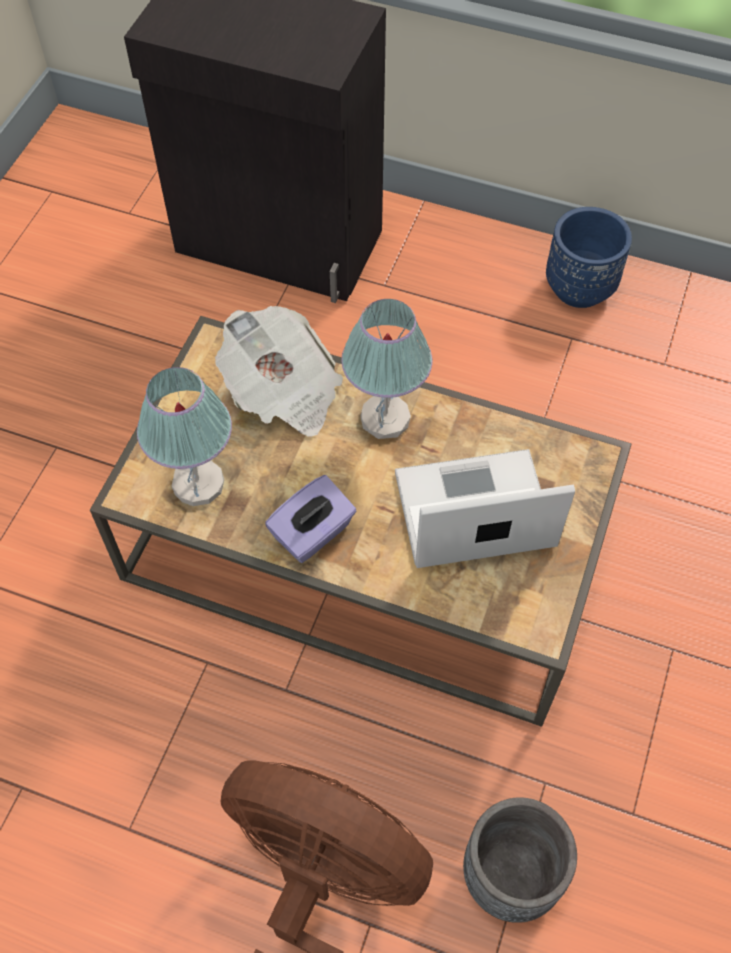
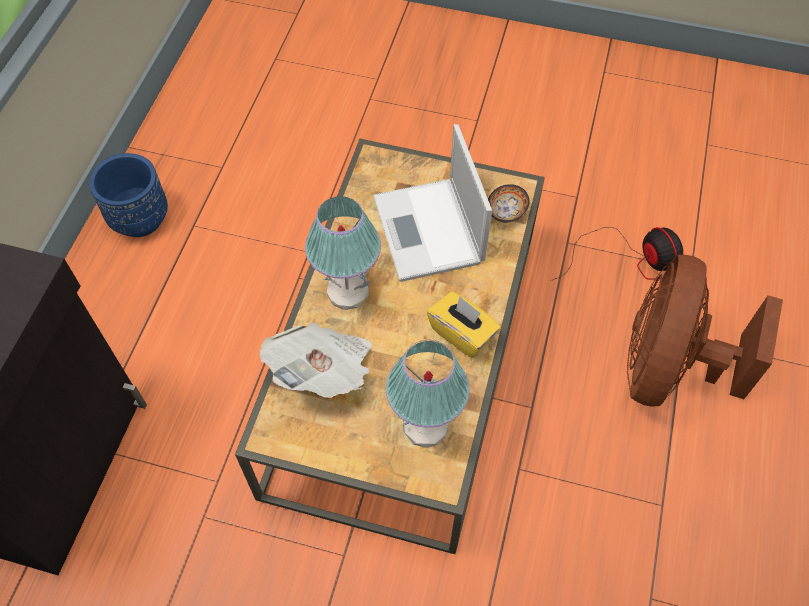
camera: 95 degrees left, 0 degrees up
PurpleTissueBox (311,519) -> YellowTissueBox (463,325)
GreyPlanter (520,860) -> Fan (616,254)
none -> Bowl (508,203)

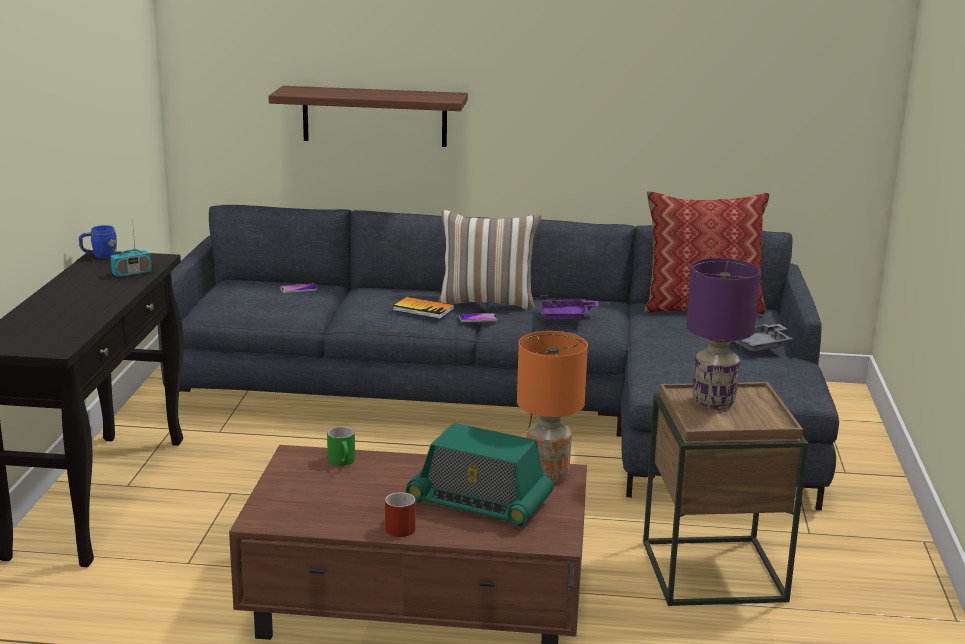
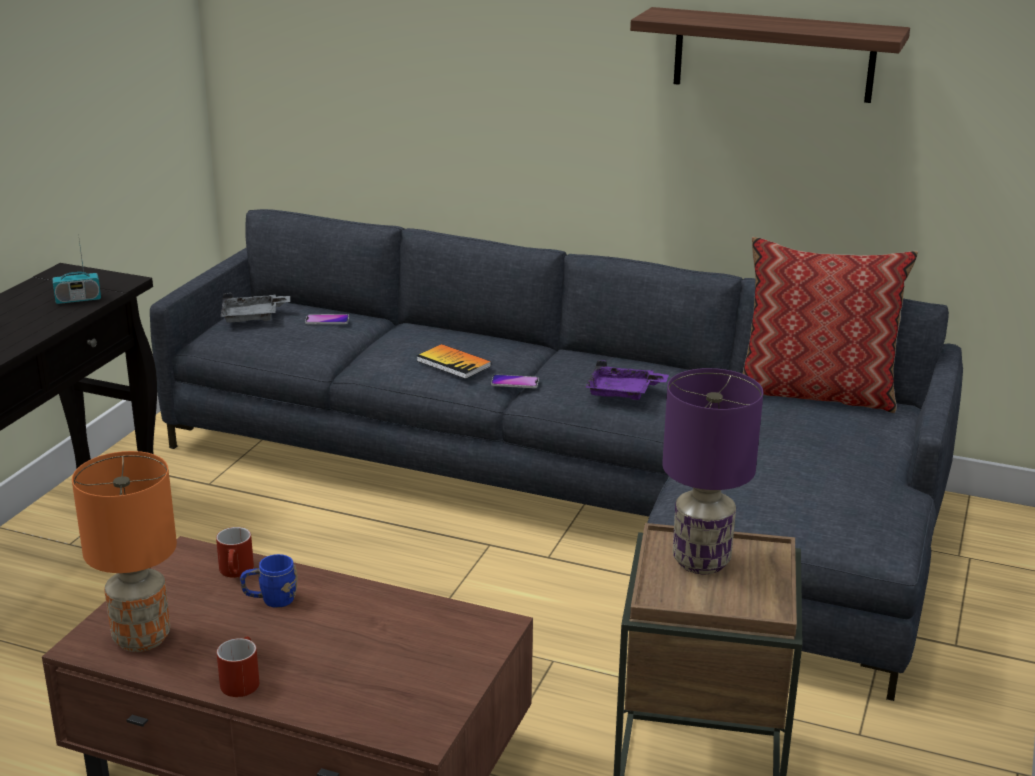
camera: 15 degrees right, 5 degrees up
Shelf (368,116) -> Shelf (770,55), moved
Pillow (490,260) -> none
BlueMug (98,242) -> BlueMug (268,581), moved
GreyTray (763,337) -> GreyTray (255,307), moved
OrangeTableLamp (552,407) -> OrangeTableLamp (124,551), moved
Radio (479,475) -> none
GreenMug (341,446) -> RedMug (235,552)

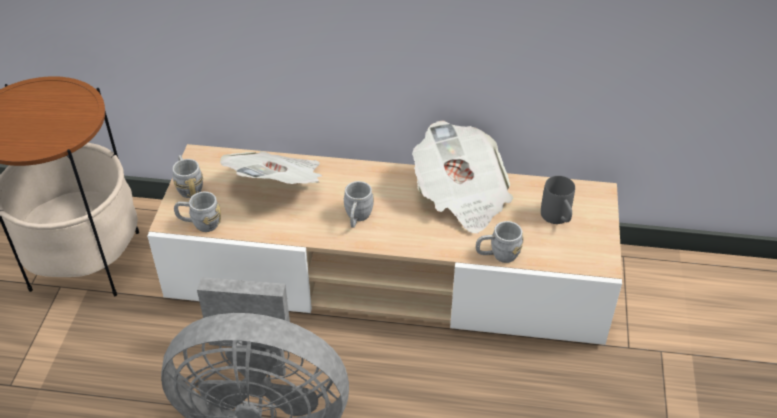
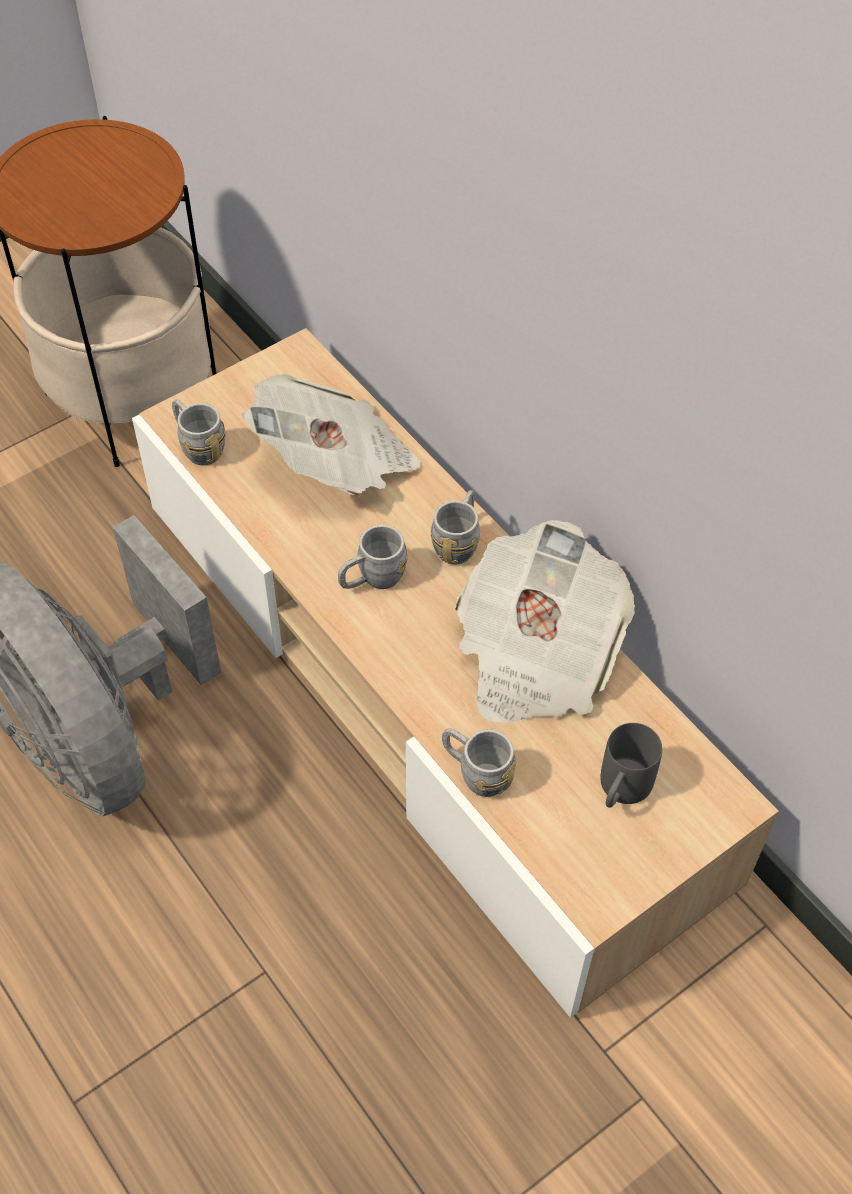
camera: 45 degrees right, 10 degrees up
GreyMug (187,176) -> GreyMug (455,527), moved

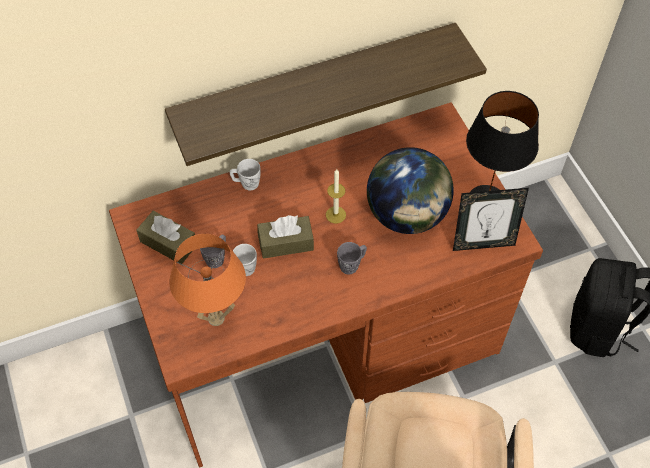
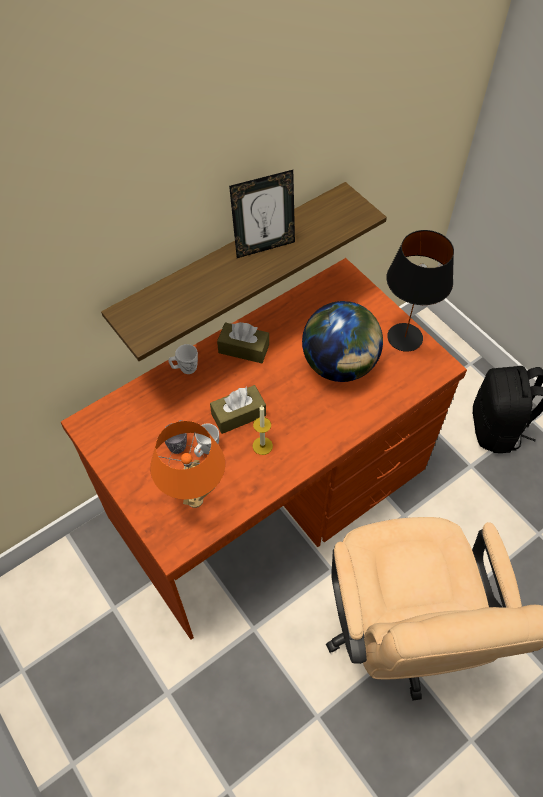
camera: 15 degrees left, 0 degrees up
Candle (336,196) -> Candle (263,430), moved
PictureFrame (491,219) -> PictureFrame (262,214), moved
BrownTissueBox (165,237) -> BrownTissueBox (243,342), moved
GreyMug (352,258) -> none

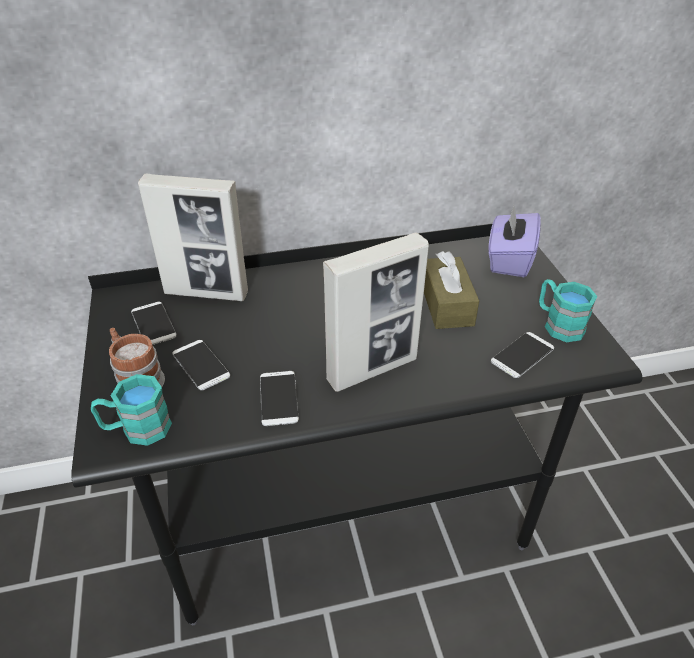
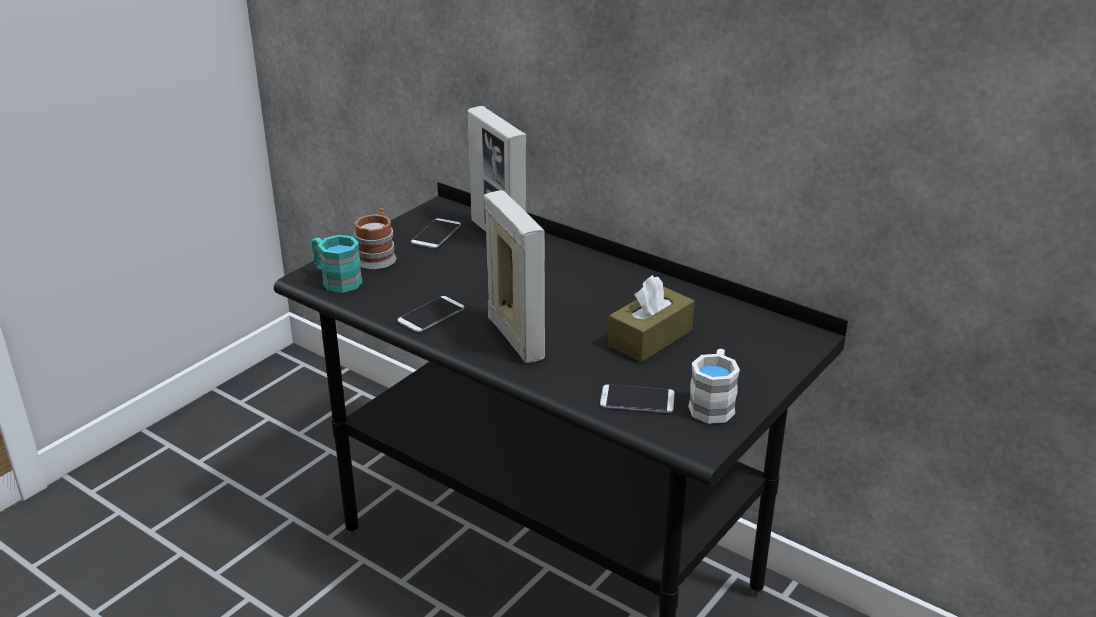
camera: 50 degrees right, 10 degrees down
PurpleTissueBox (514,241) -> none
PictureFrame (376,312) -> PictureFrame (514,276), 135 degrees counterclockwise
TurquoiseMug (568,310) -> WhiteMug (714,386)
Phone (201,365) -> none

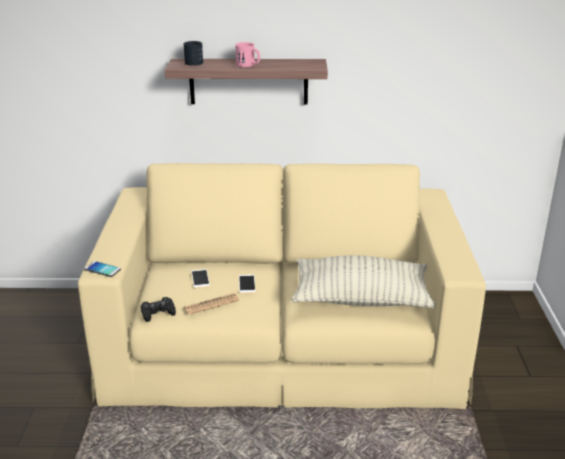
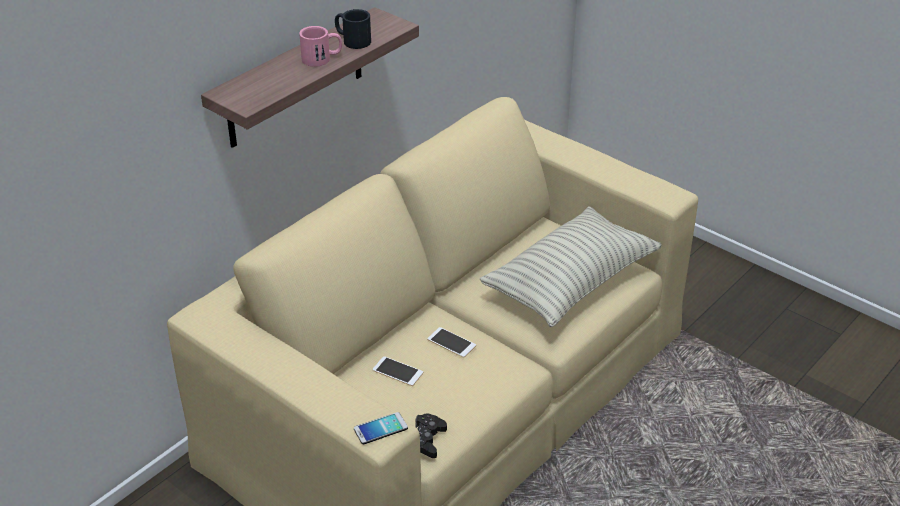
camera: 50 degrees left, 10 degrees up
BlackMug (193,53) -> BlackMug (353,29), moved
Newspaper (211,304) -> none

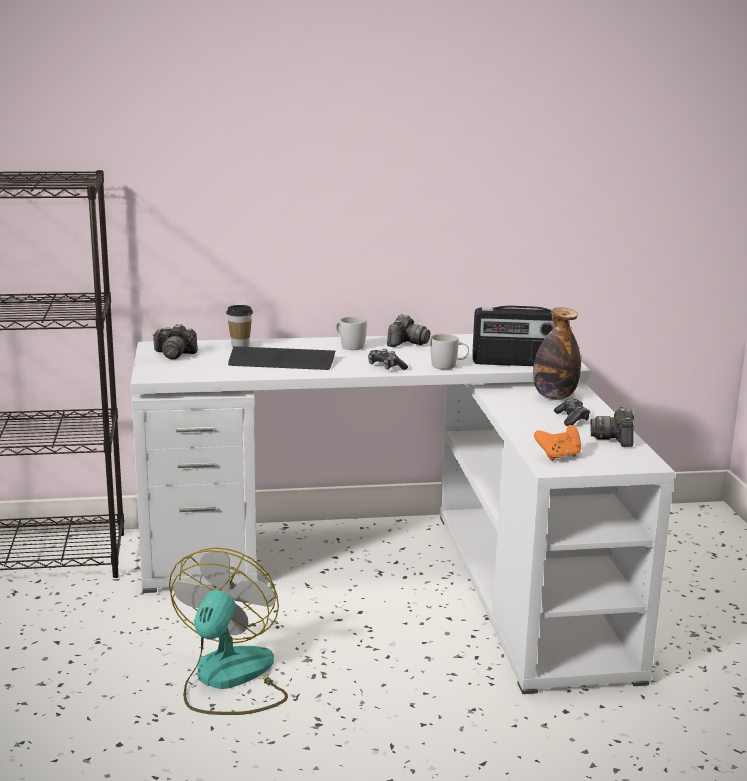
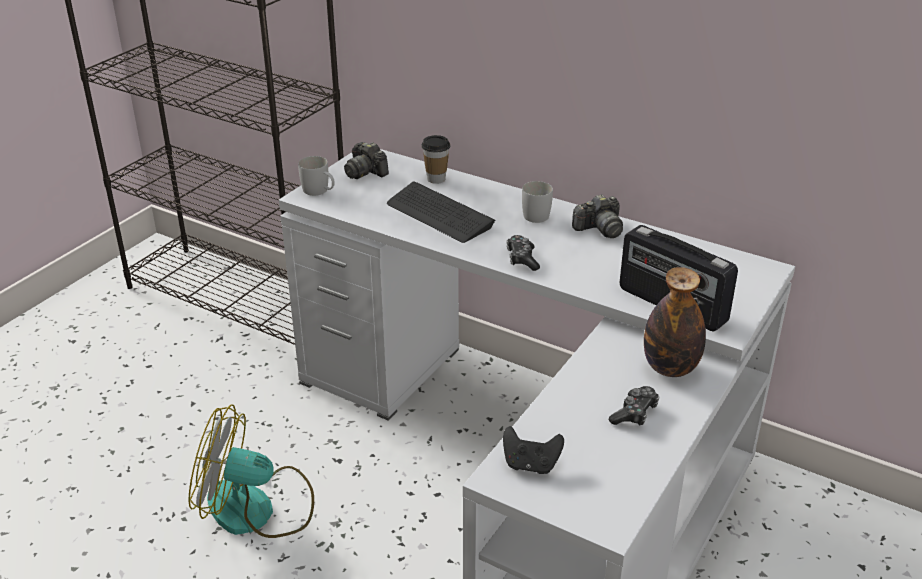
camera: 40 degrees right, 15 degrees up
WhiteMug (449,351) -> WhiteMug (316,176), moved
PhotoCamera (612,427) -> none
OrangeGameController (557,443) -> BlackGameController (533,450)
Fan (228,631) -> Fan (251,471), 135 degrees counterclockwise

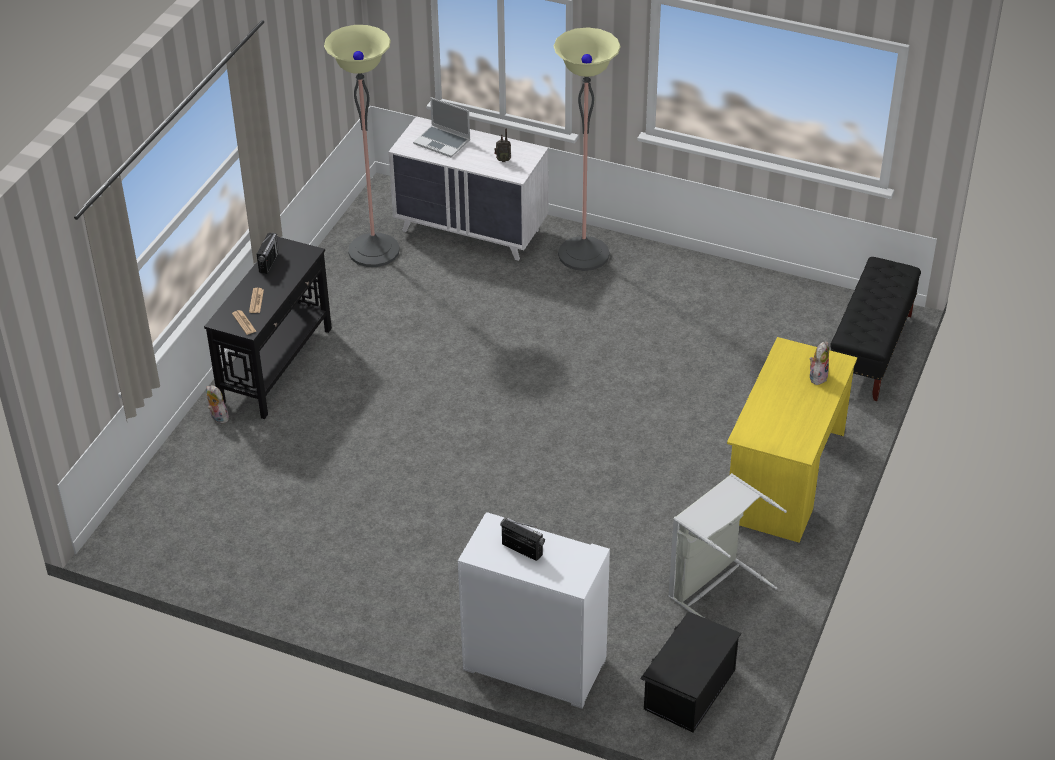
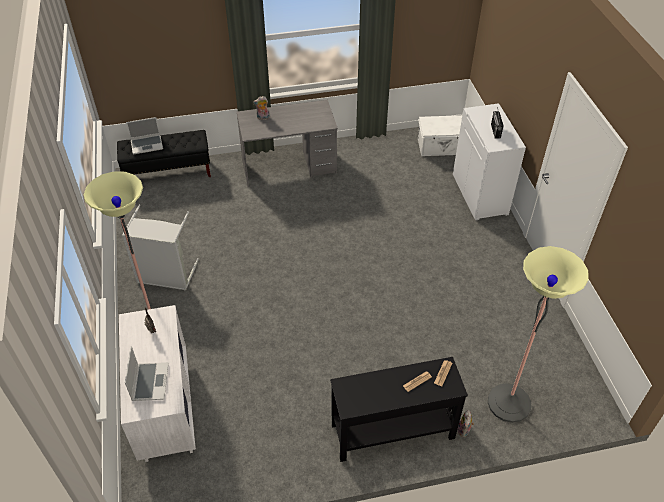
camera: 125 degrees left, 5 degrees up
FloorLamp (362,146) -> FloorLamp (538,334), moved
Radio (268,253) -> none
YellowDesk (792,439) -> GreyDesk (287,143)
GreyLaundryBasket (727,545) -> GreyLaundryBasket (160,248), moved
BlackStorageBox (690,672) -> WhiteStorageBox (440,135)
none -> Laptop (144,135)

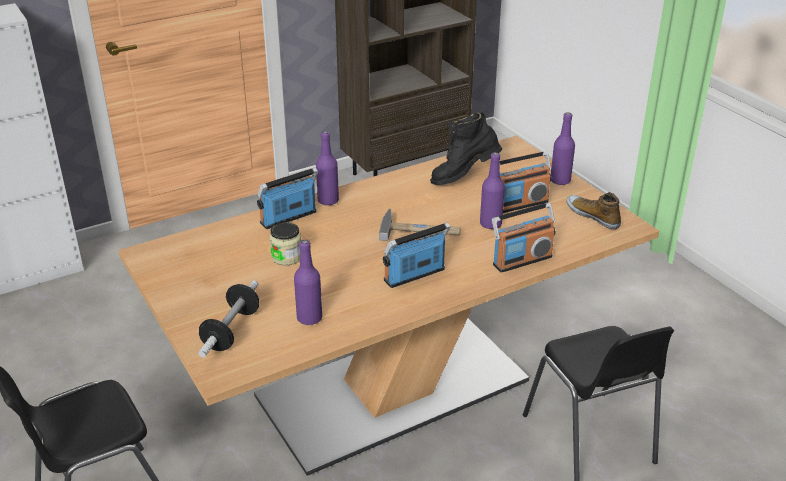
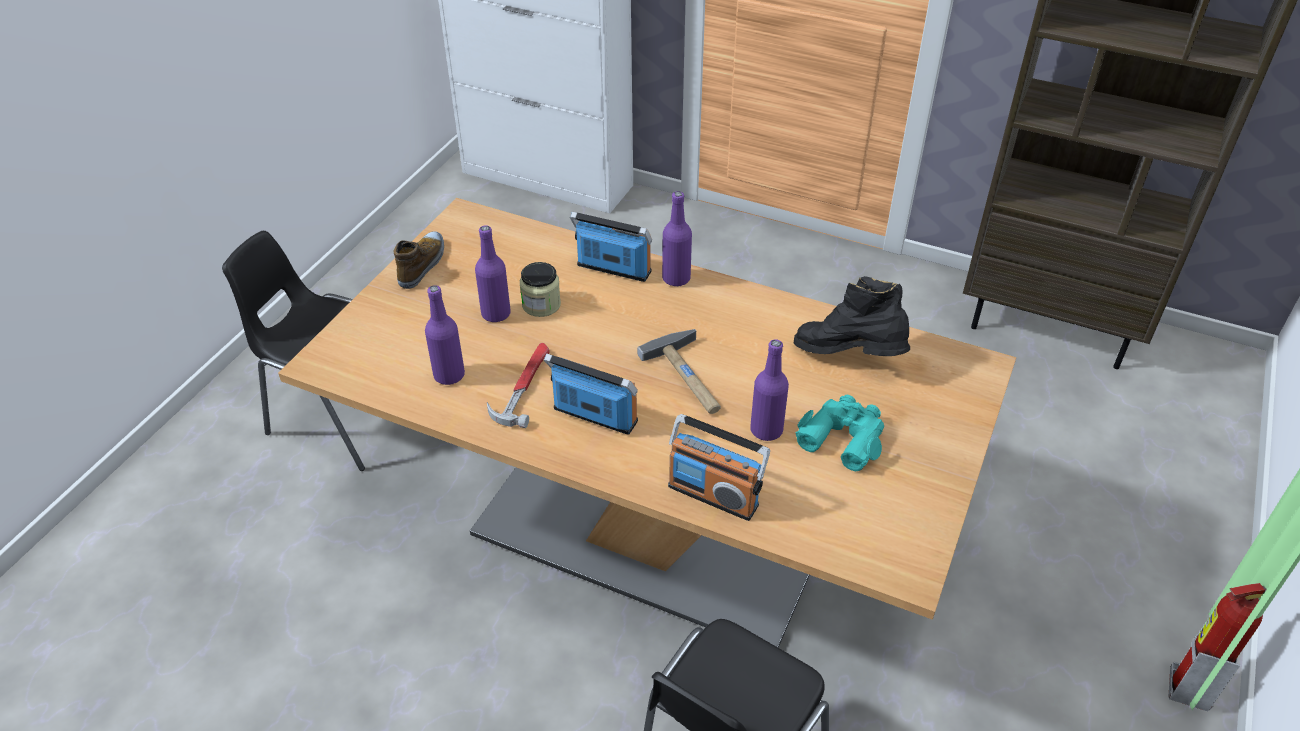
camera: 55 degrees right, 10 degrees up
PurpleBottle (563,148) -> PurpleBottle (493,273), moved
Radio (525,182) -> TurquoiseBinoculars (840,433)
Shoe (593,210) -> Shoe (419,260), moved
Dumbbell (228,318) -> none
none -> Hammer (518,385)
none -> FireExtinguisher (1217,647)

